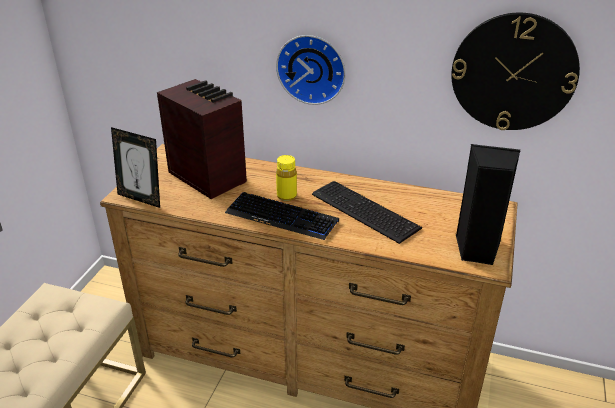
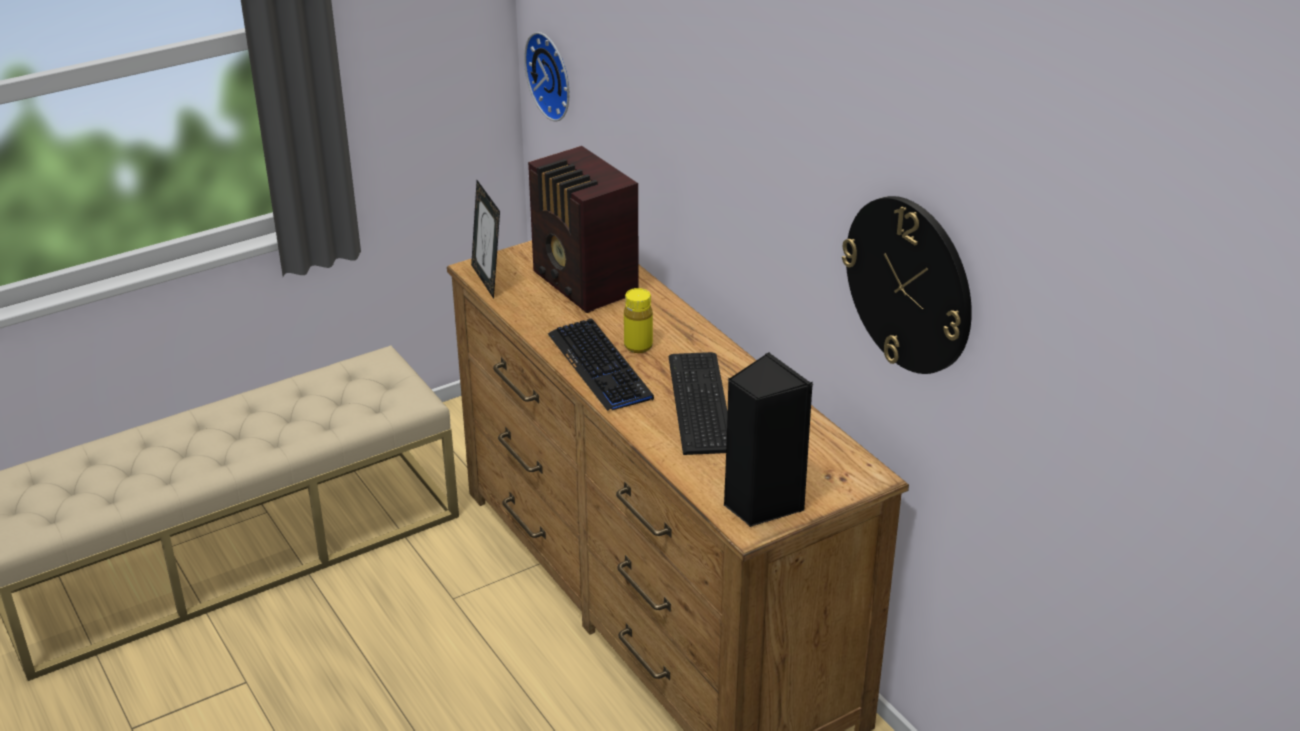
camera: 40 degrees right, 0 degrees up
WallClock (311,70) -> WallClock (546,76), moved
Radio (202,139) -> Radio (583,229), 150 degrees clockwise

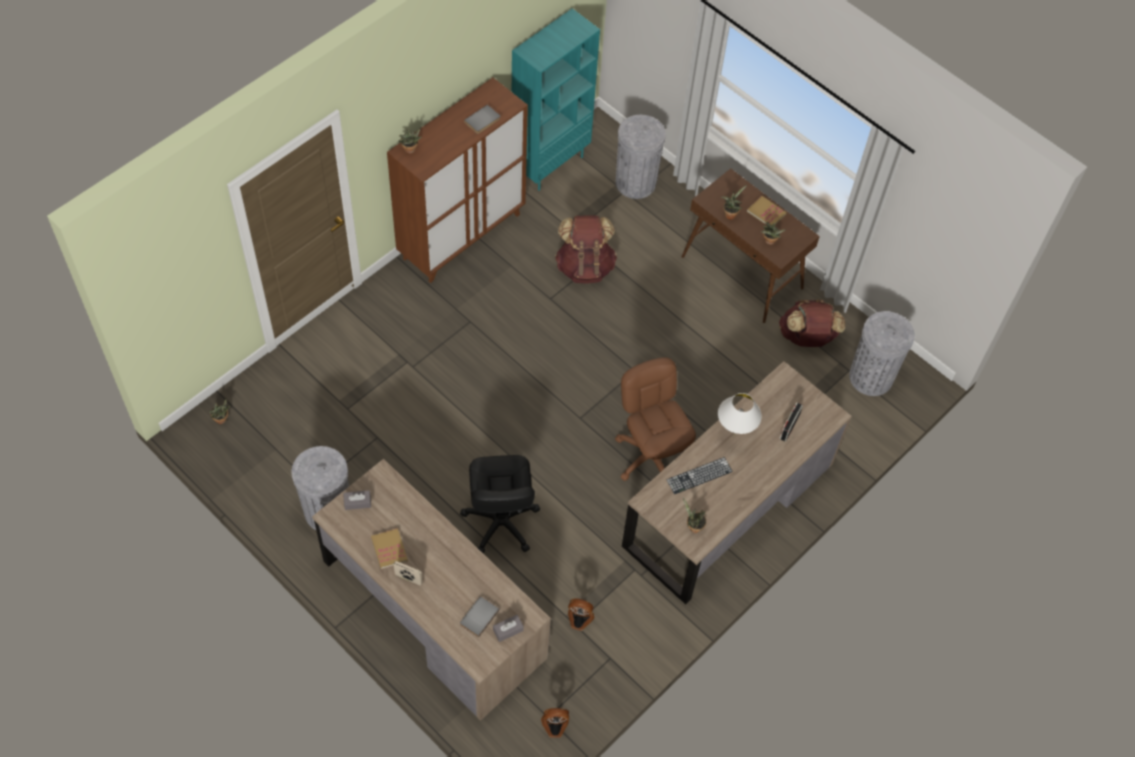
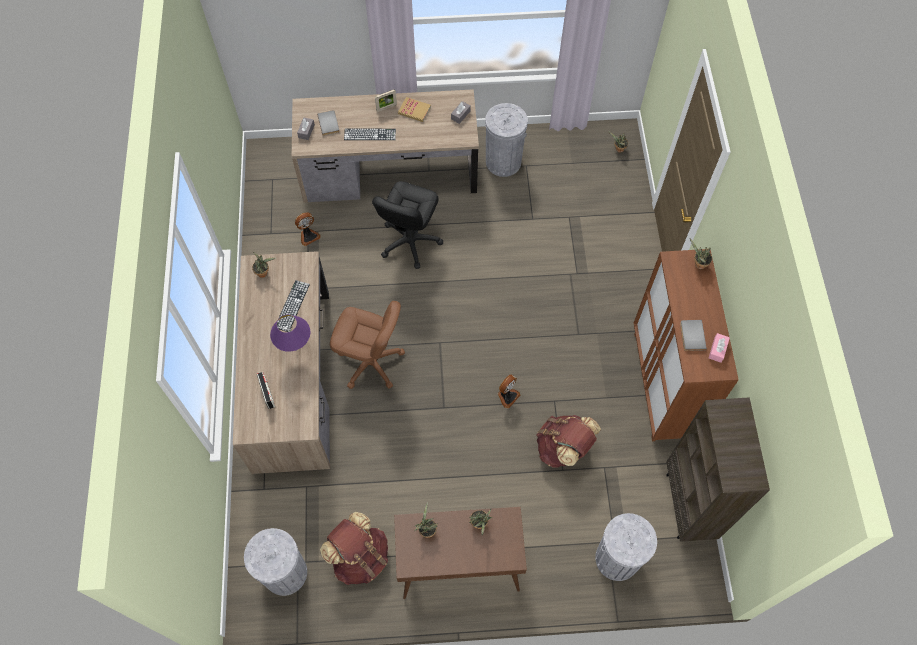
camera: 135 degrees right, 5 degrees up
TurquoiseBookcase (556,99) -> BrownBookcase (718,469)
Book (767,211) -> none
WhiteTableLamp (740,414) -> PurpleTableLamp (290,333)
BlackOfficeChair (500,504) -> BlackOfficeChair (407,225), 105 degrees counterclockwise
Fan (555,723) -> Fan (509,391), moved
none -> Keyboard (370,134)
none -> PinkTissueBox (719,348)

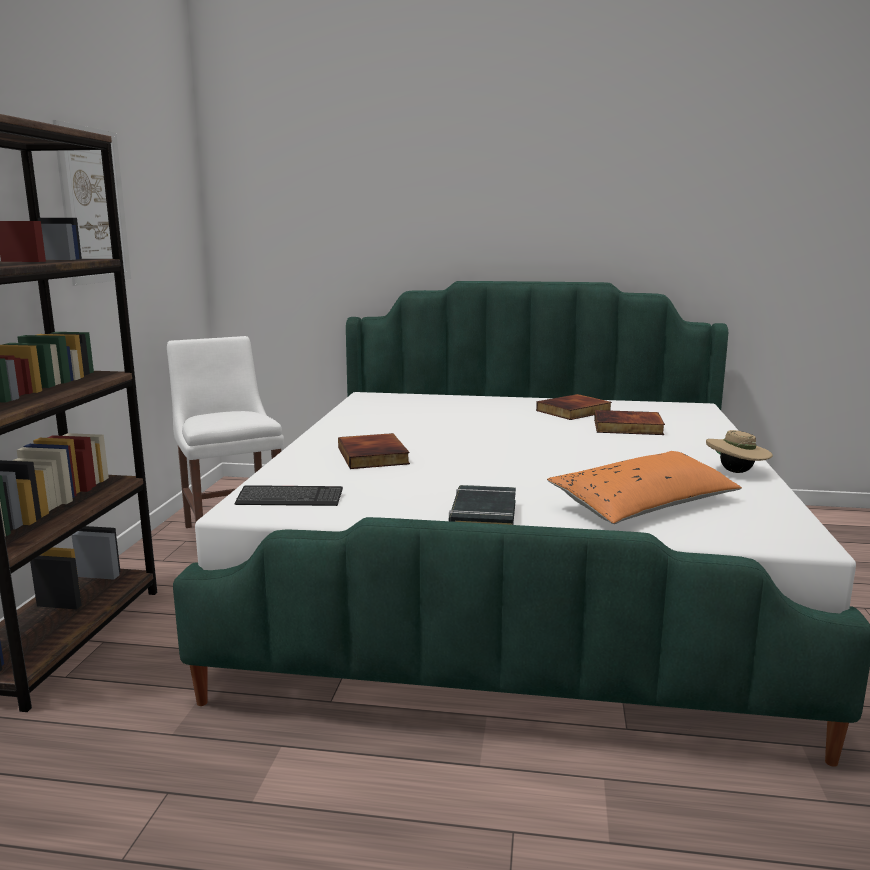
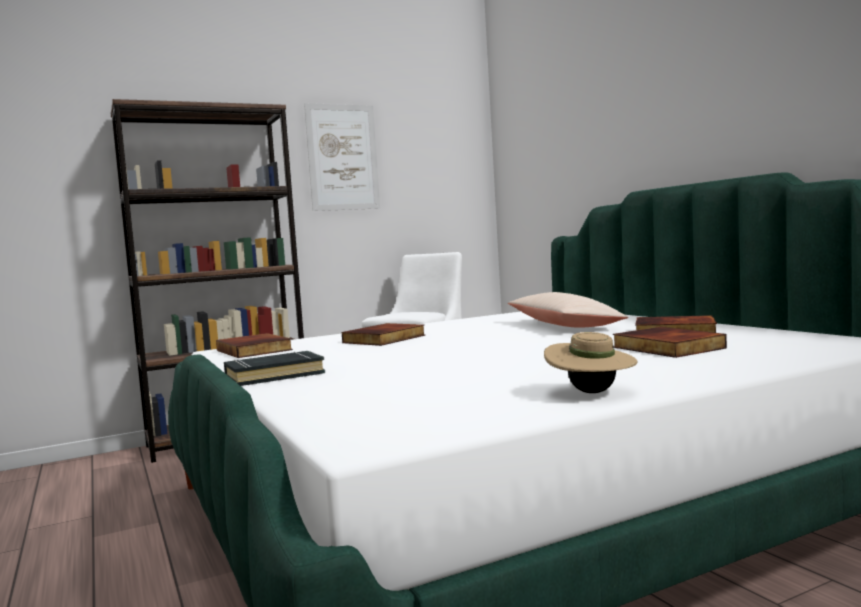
camera: 55 degrees right, 10 degrees down
OrangePillow (644,487) -> none
Keyboard (289,495) -> Book (254,345)
none -> BeigePillow (568,310)

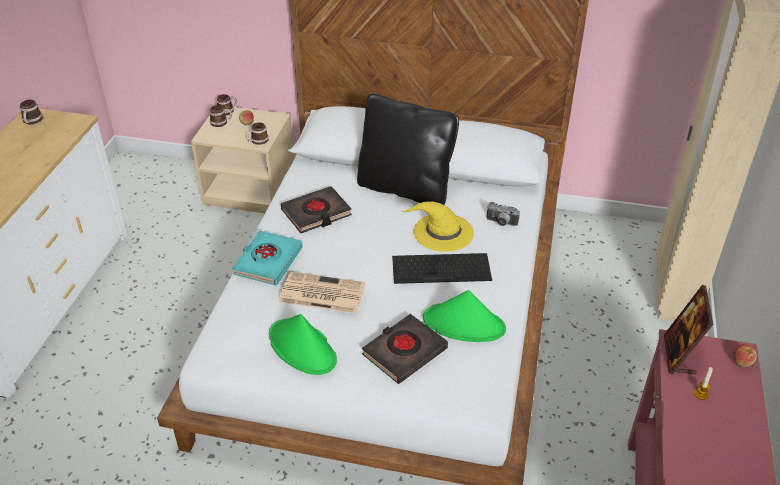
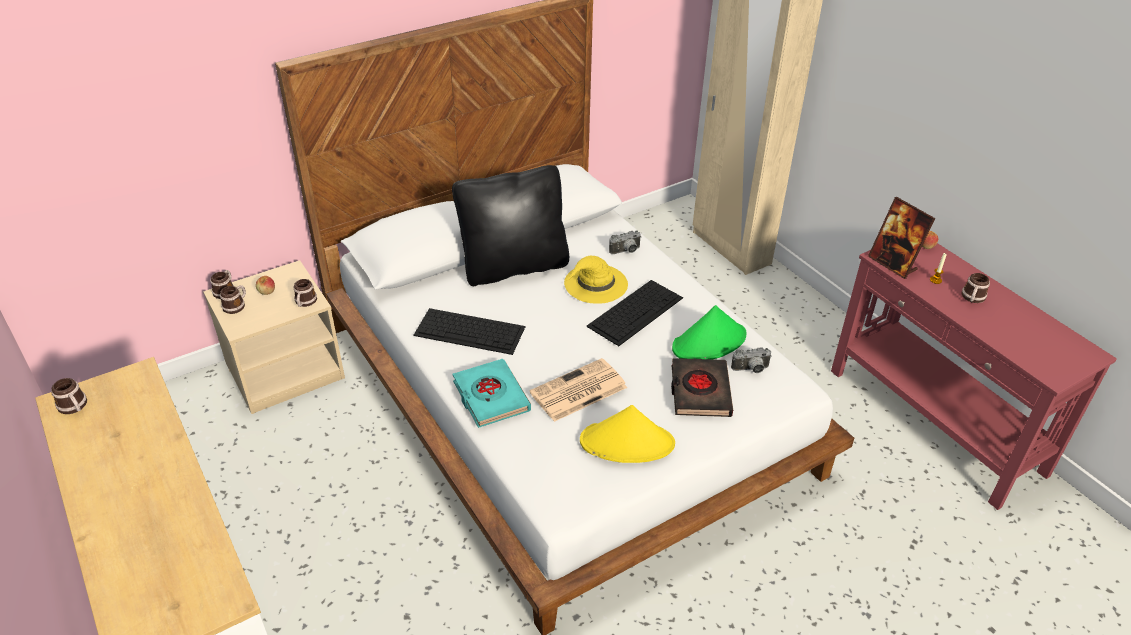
camera: 45 degrees left, 0 degrees up
BlackBook (316,209) -> Keyboard (469,331)
GreenHat (303,344) -> YellowHat (627,434)
none -> Mug (975,288)
none -> PhotoCamera (751,360)

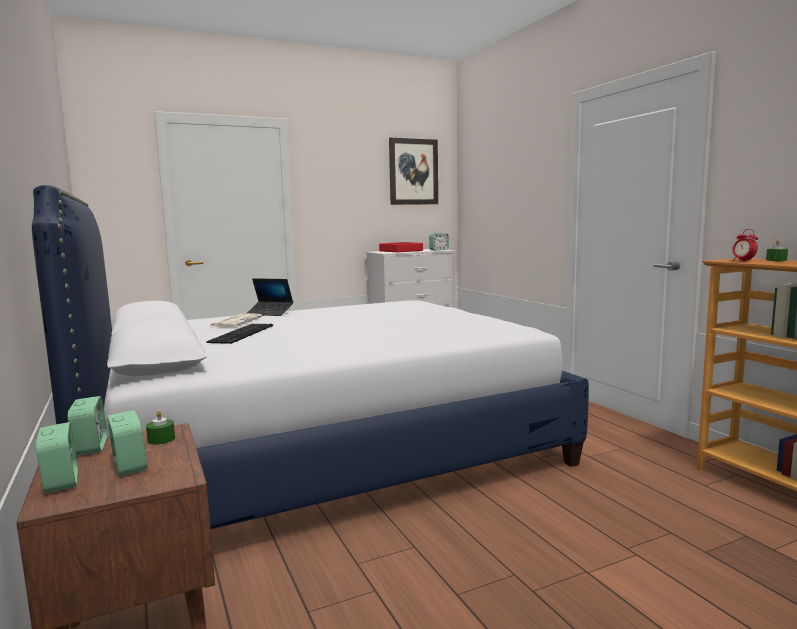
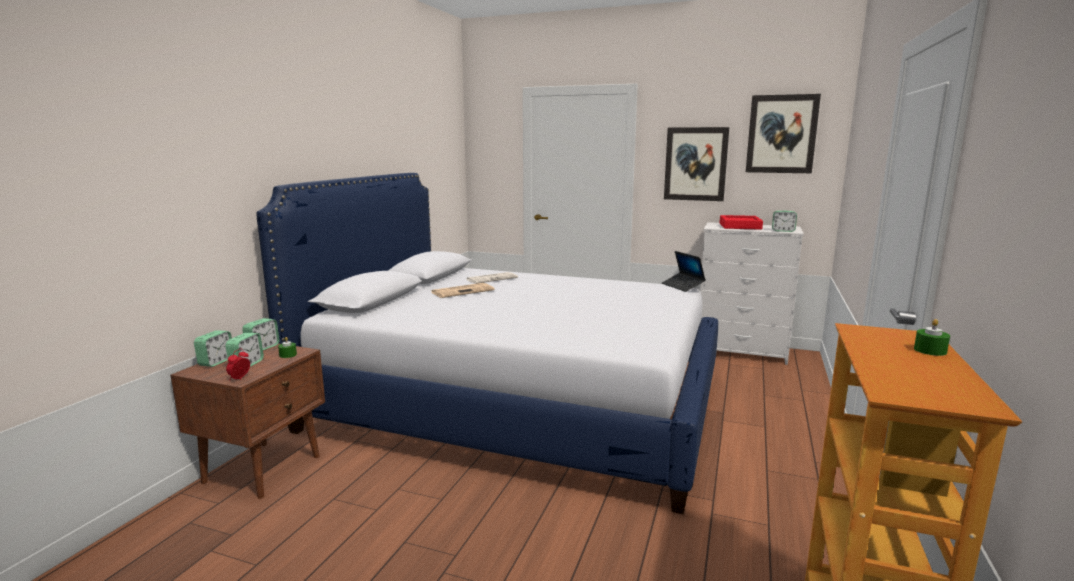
camera: 45 degrees right, 5 degrees up
AlarmClock (745,245) -> AlarmClock (238,365), moved
Laptop (269,297) -> Laptop (684,271), moved
Keyboard (240,334) -> Newspaper (463,290)
none -> Picture (697,164)

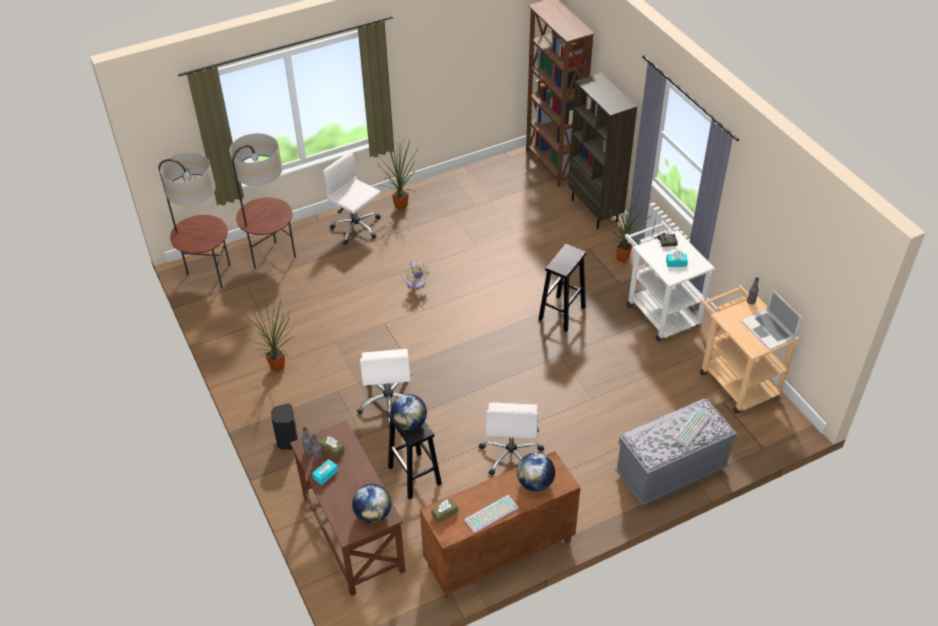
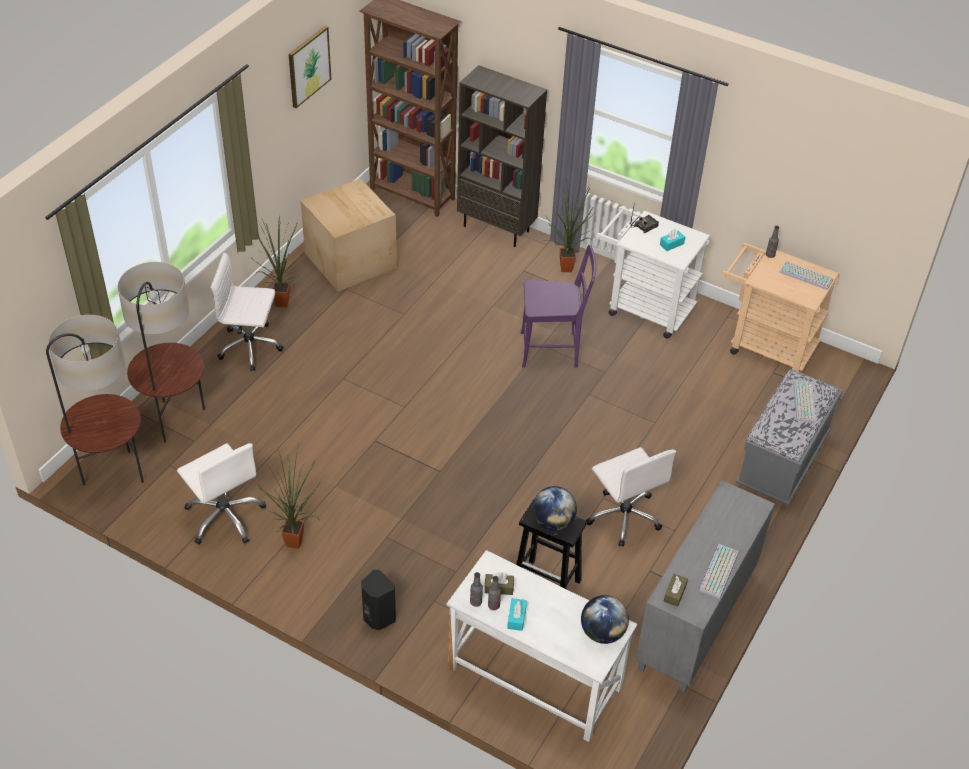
camera: 35 degrees left, 0 degrees up
BlackStool (562,288) -> PurpleChair (558,306)
BeigeFan (417,274) -> none
Laptop (771,319) -> Keyboard (806,275)
WhiteOfficeChair (384,388) -> WhiteOfficeChair (221,494), moved
BrownDesk (348,508) -> WhiteDesk (541,646)
BrownCabinet (500,525) -> GreyCabinet (705,586)
Globe (536,472) -> none
none -> Picture (310,67)
none -> CardboardBox (349,235)

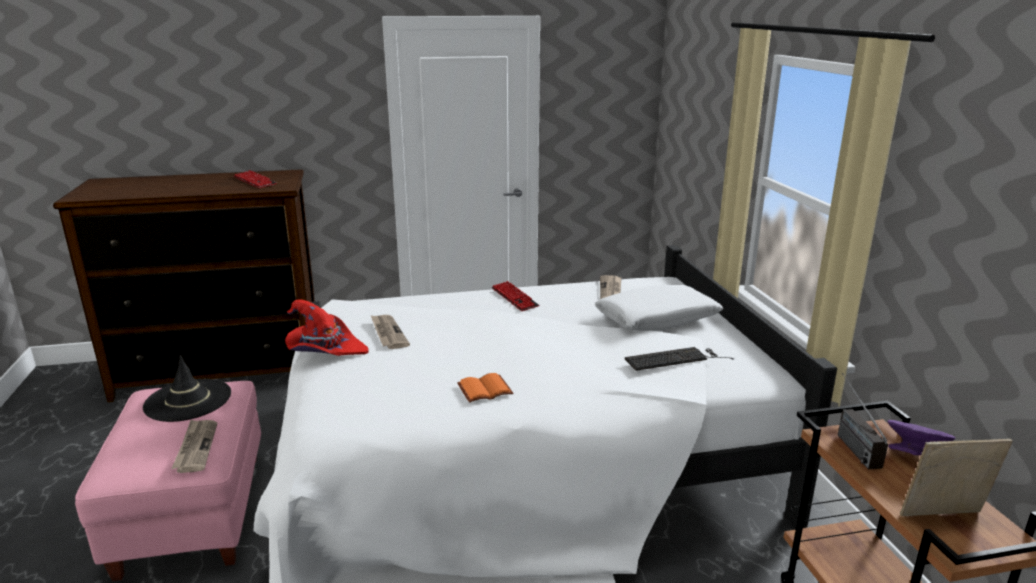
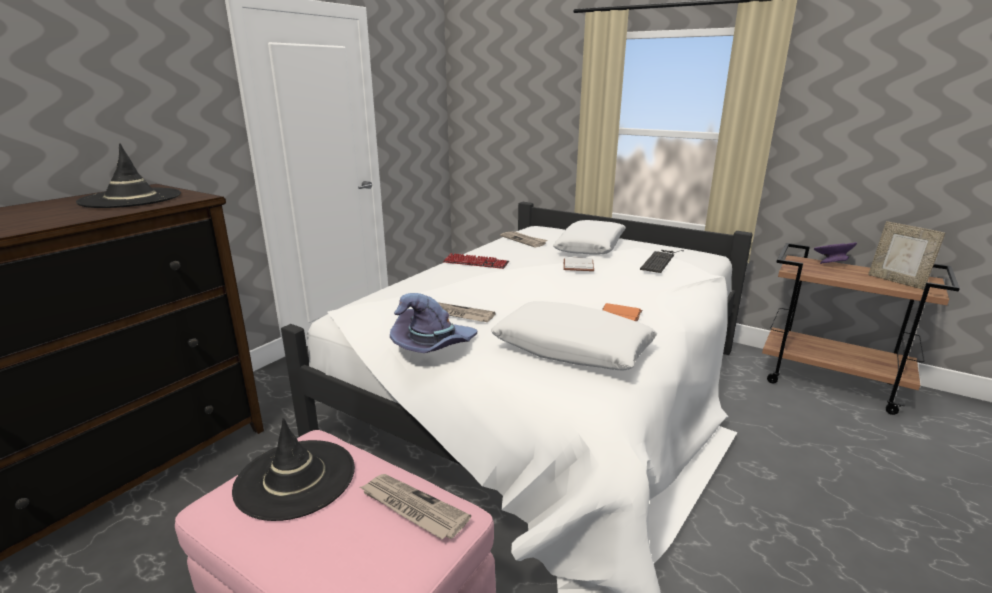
camera: 45 degrees left, 0 degrees up
Keyboard (255,179) -> BlackHat (128,175)
RedHat (327,328) -> PurpleHat (433,323)
Radio (863,421) -> none
PictureFrame (956,477) -> PictureFrame (907,255), 75 degrees counterclockwise
none -> WhiteBook (578,264)
none -> WhitePillow (574,336)

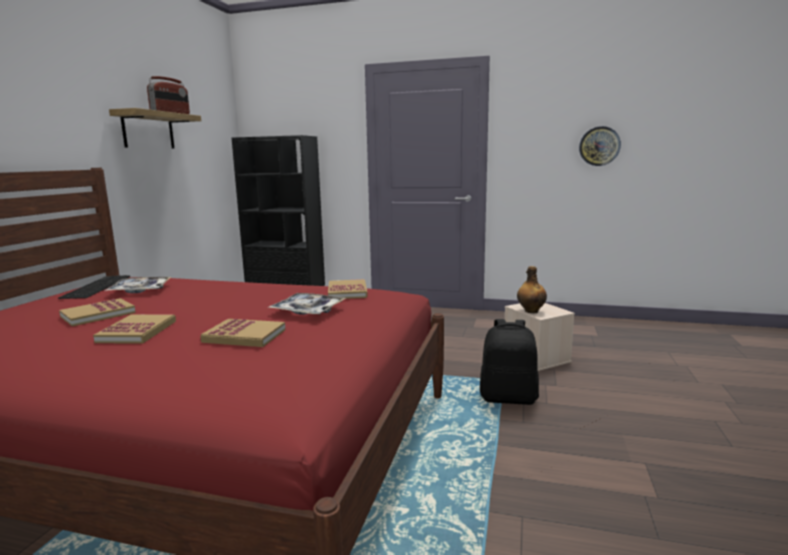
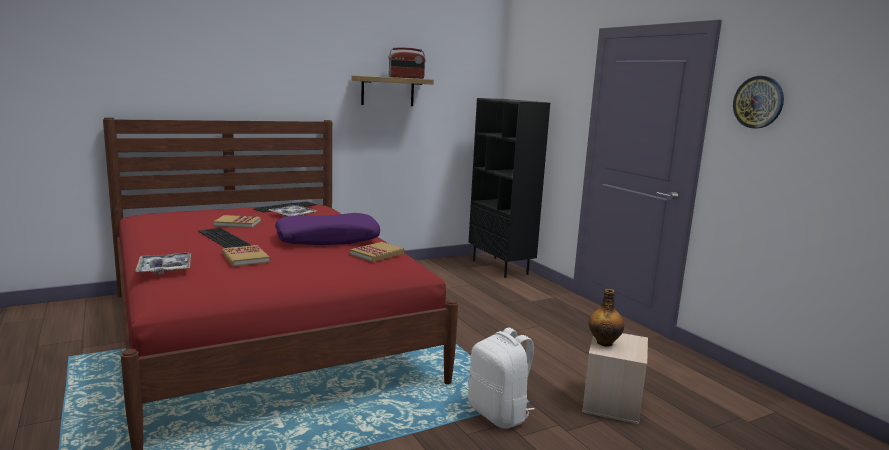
camera: 45 degrees right, 0 degrees up
WallClock (600,146) -> WallClock (758,102), moved
Tray (307,304) -> Tray (163,263), moved
Book (134,328) -> Keyboard (224,238)
BlackBackpack (509,362) -> WhiteBackpack (501,378)
none -> PurplePillow (327,229)

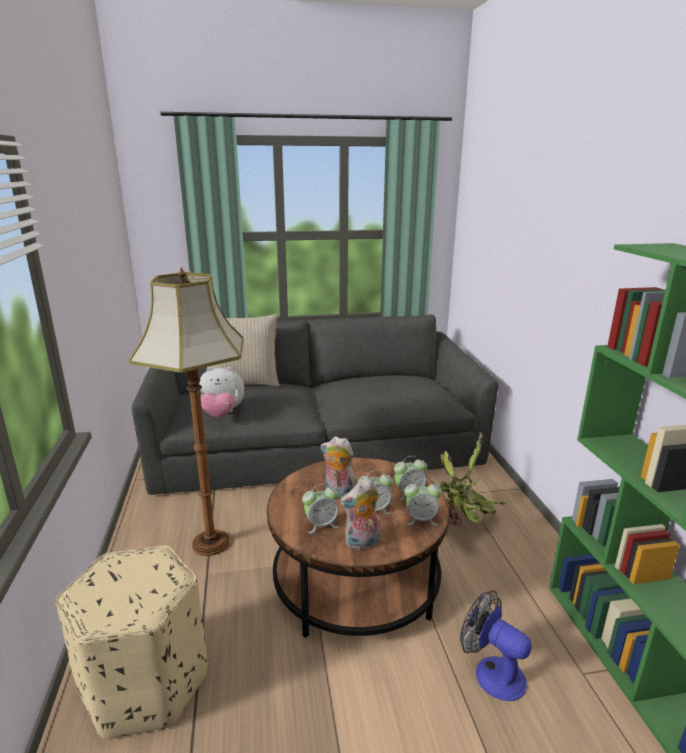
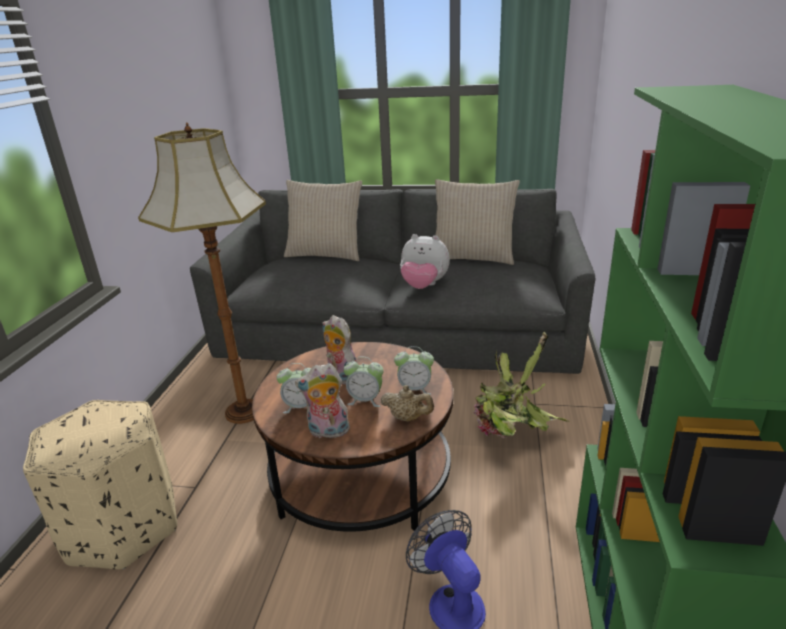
camera: 20 degrees right, 5 degrees up
PlushToy (221,392) -> PlushToy (425,261), moved
AlarmClock (423,502) -> BeigeTeapot (407,403)
none -> BeigePillow (477,222)

